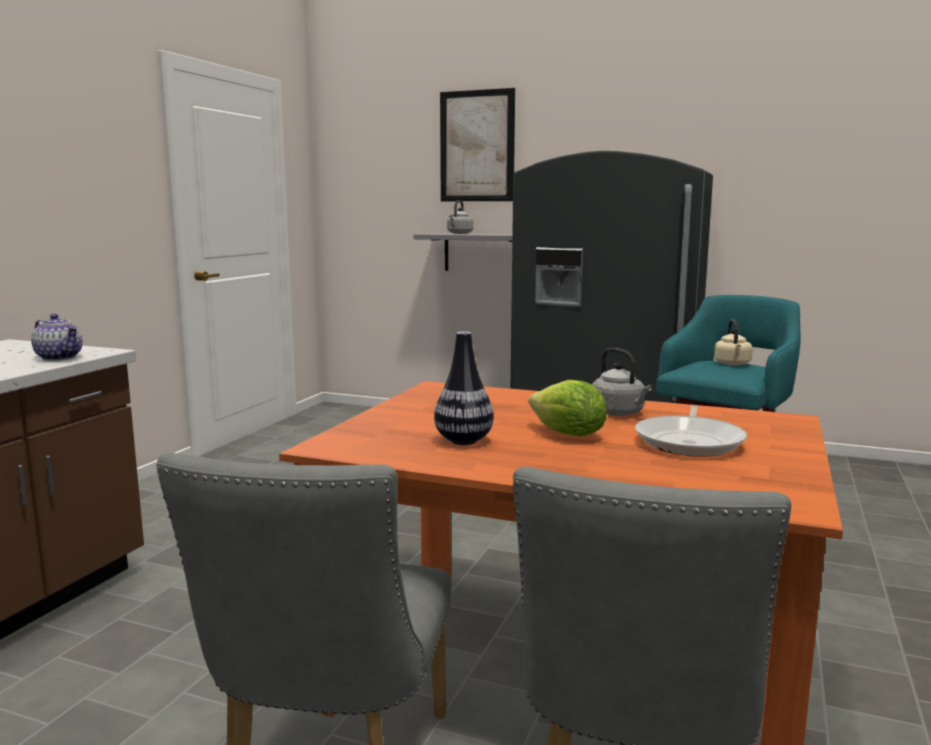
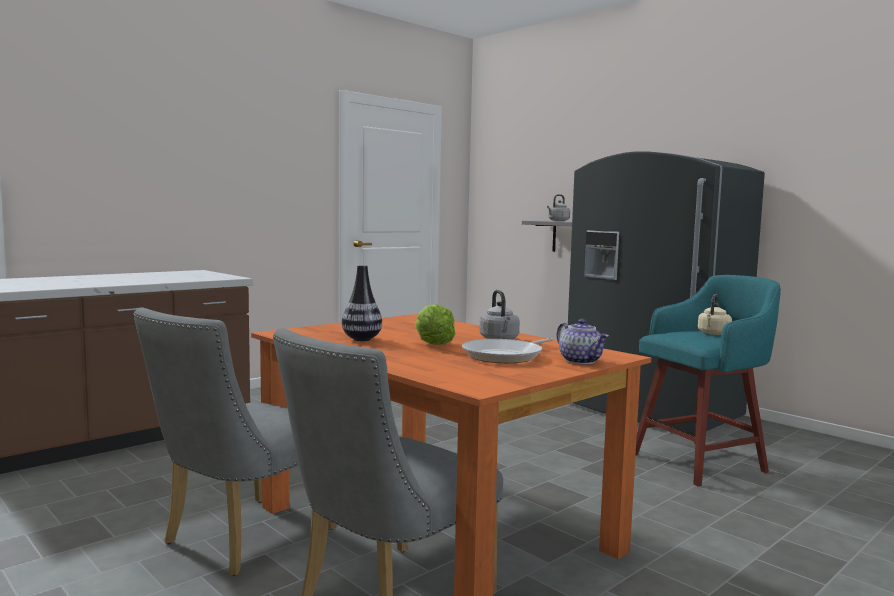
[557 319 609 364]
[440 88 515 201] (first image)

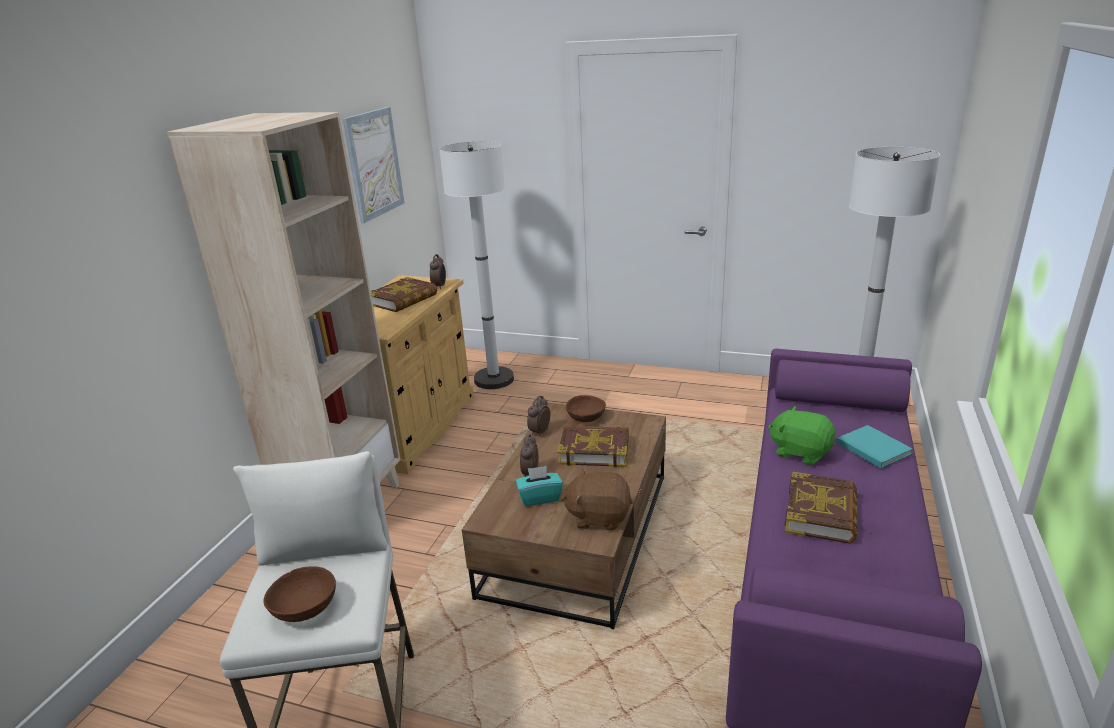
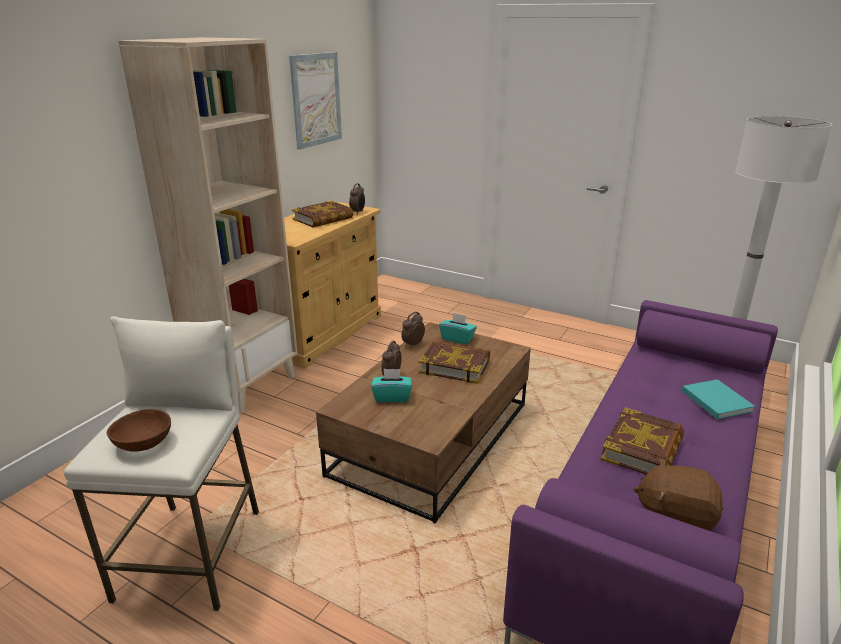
[439 313 477 344]
[634 458 723 531]
[439 141 514 389] (first image)
[768 406 835 465] (first image)

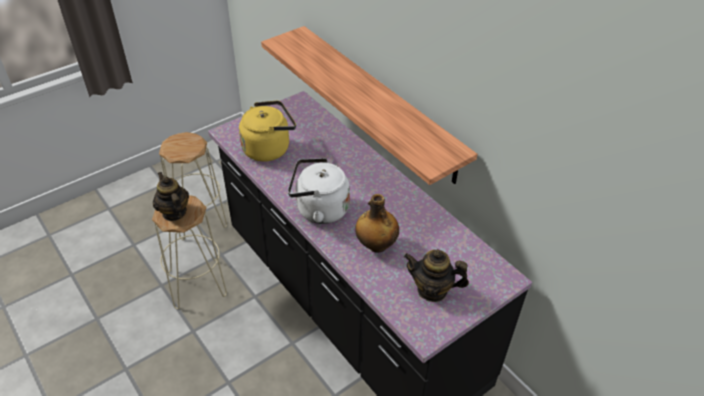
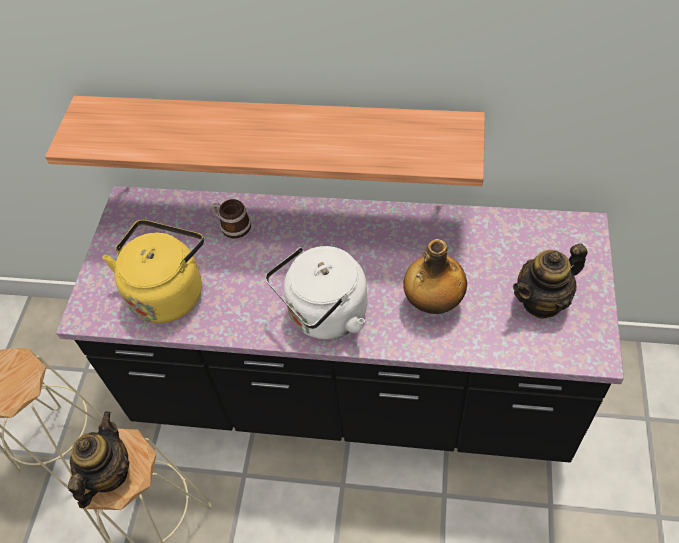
[68 411 129 508]
[212 199 251 238]

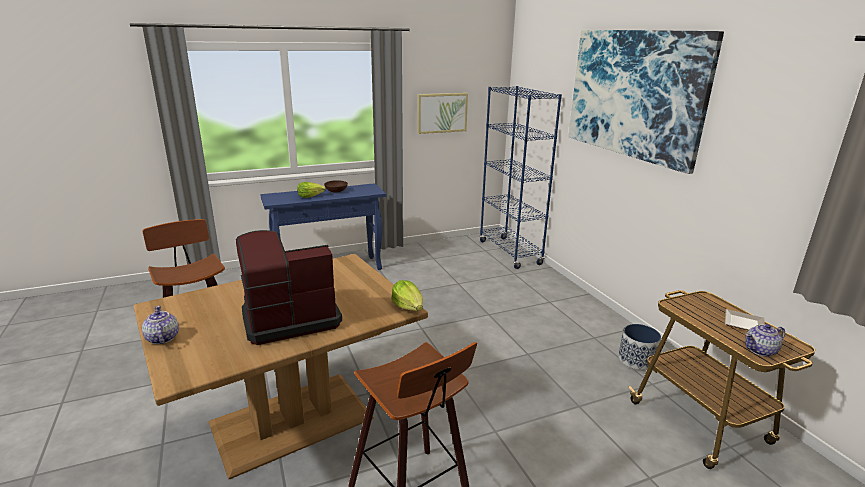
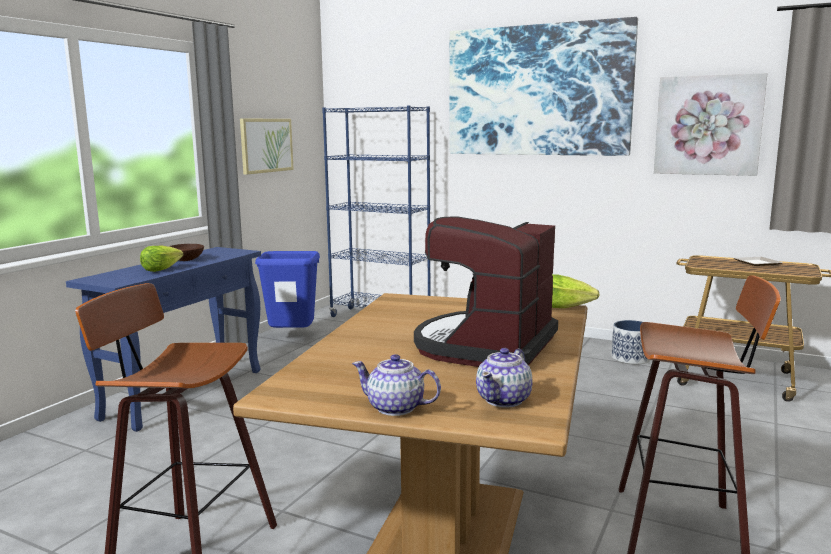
[255 251 320 328]
[476 348 533 408]
[654 73 767 176]

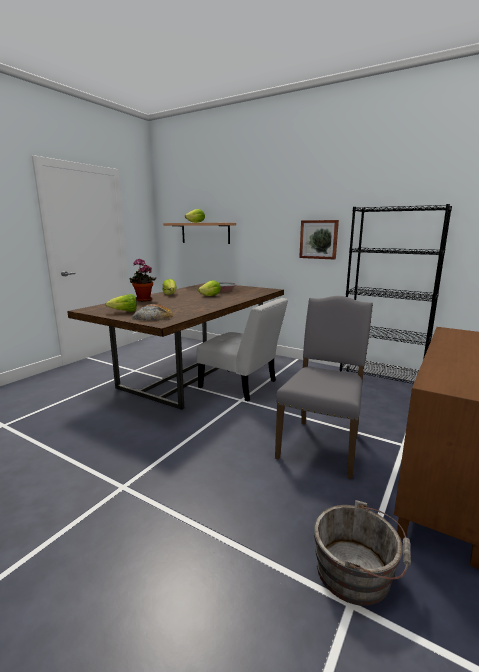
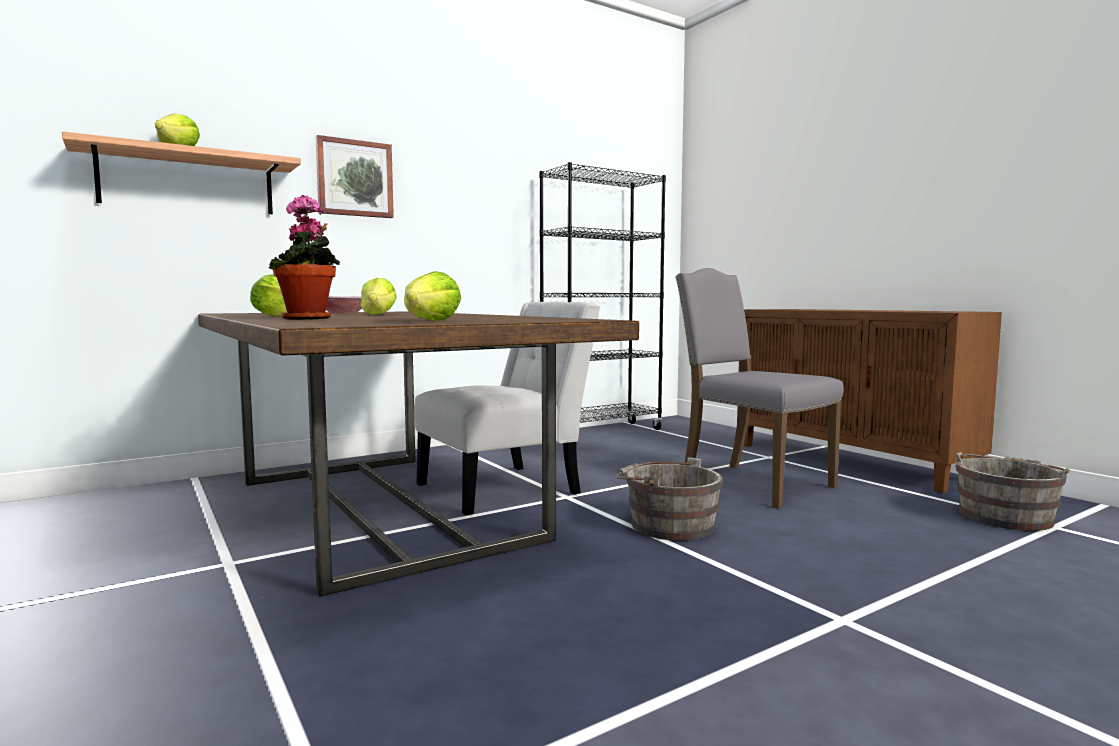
[315 135 394 218]
[616 457 723 541]
[131 304 174 321] (first image)

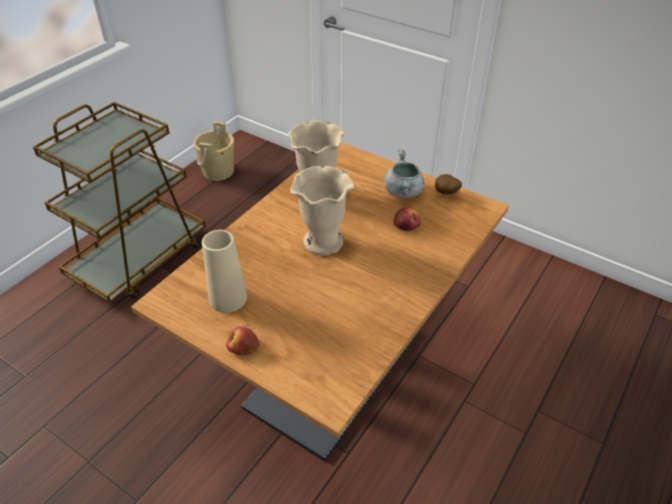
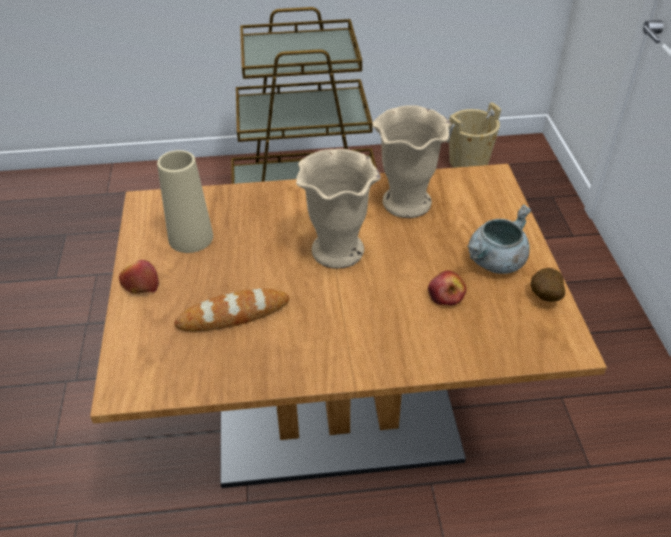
[174 288 289 332]

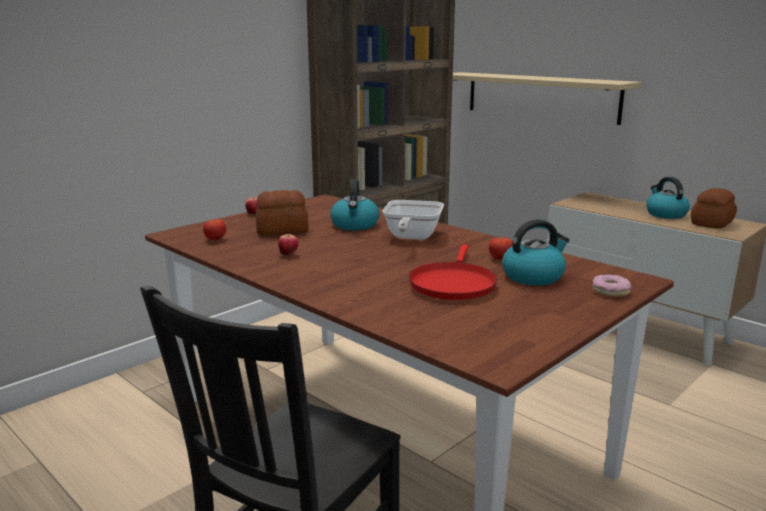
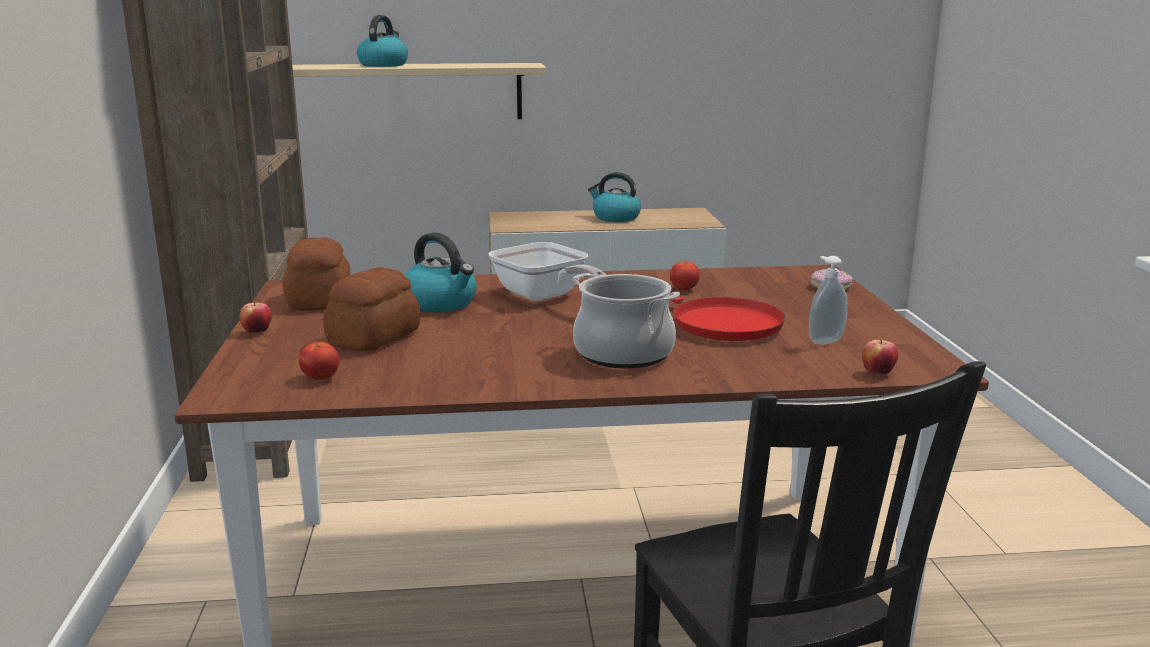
[283 237 351 311]
[357 15 408 67]
[573 273 680 368]
[809 256 848 345]
[862 340 898 374]

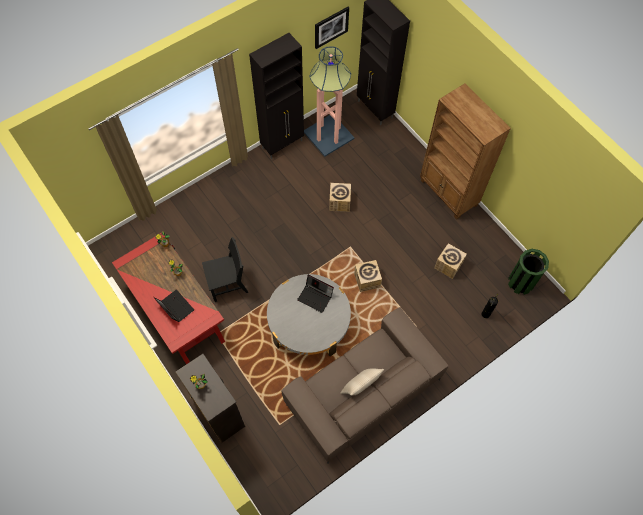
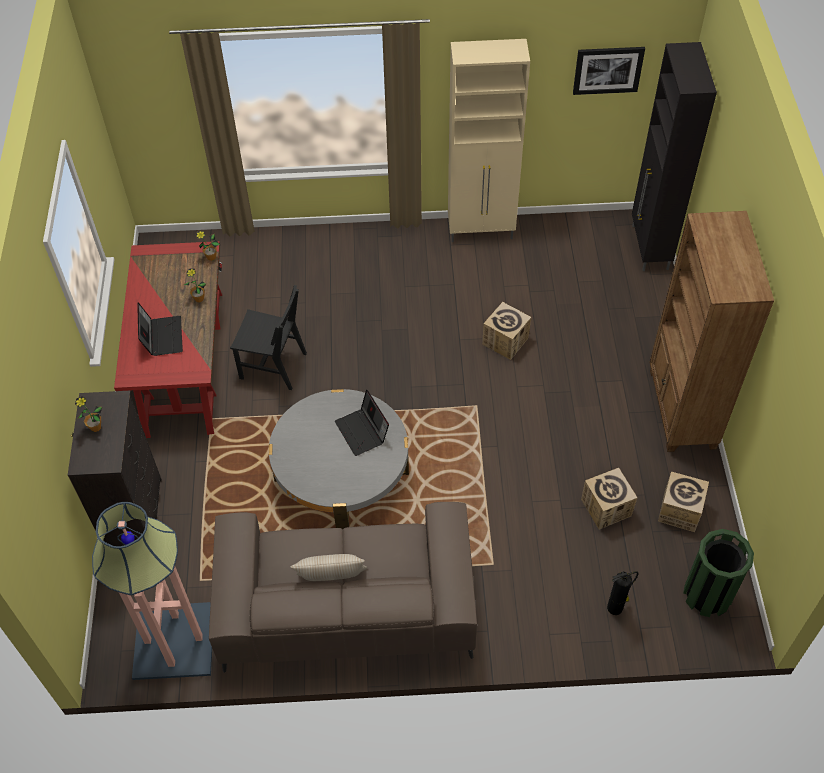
[92 502 212 680]
[448 39 530 242]
[658 472 709 532]

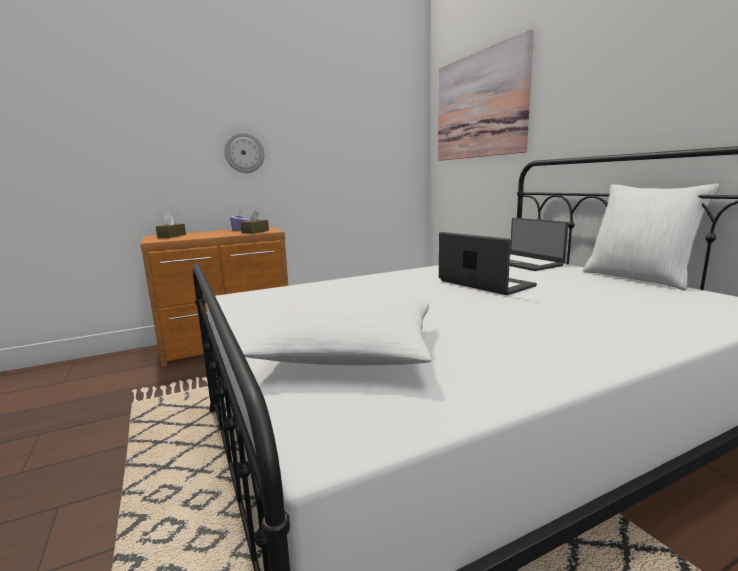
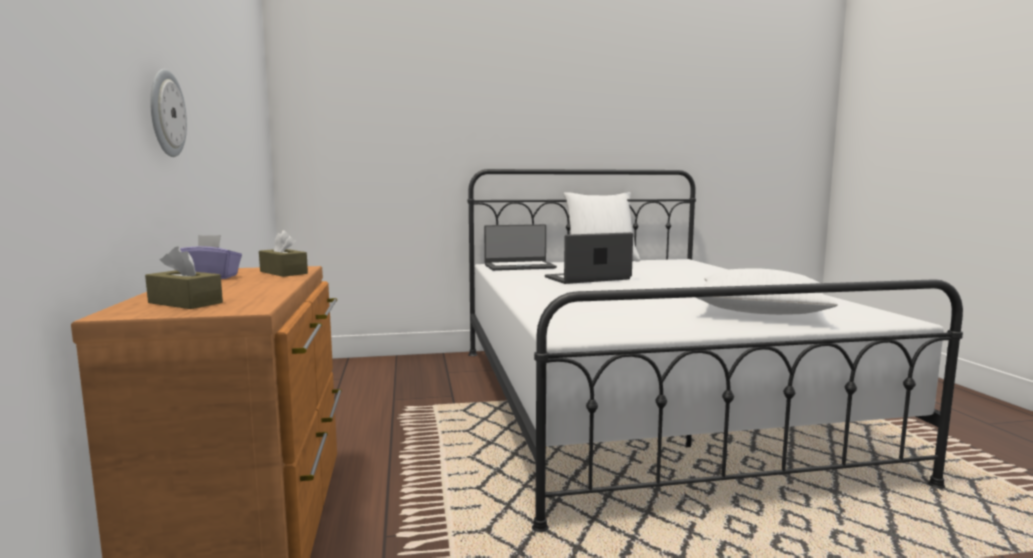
[438 29 534 161] (first image)

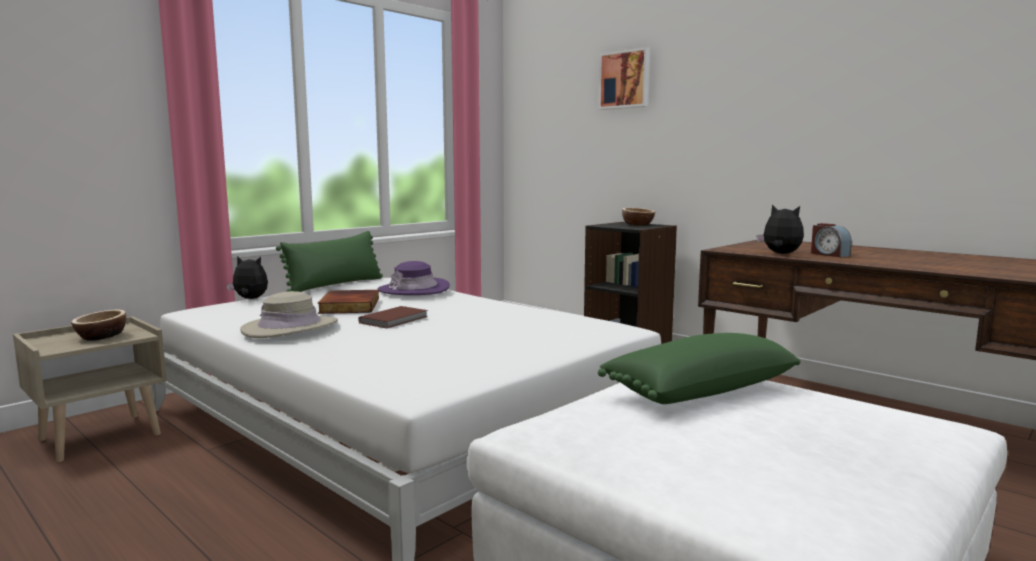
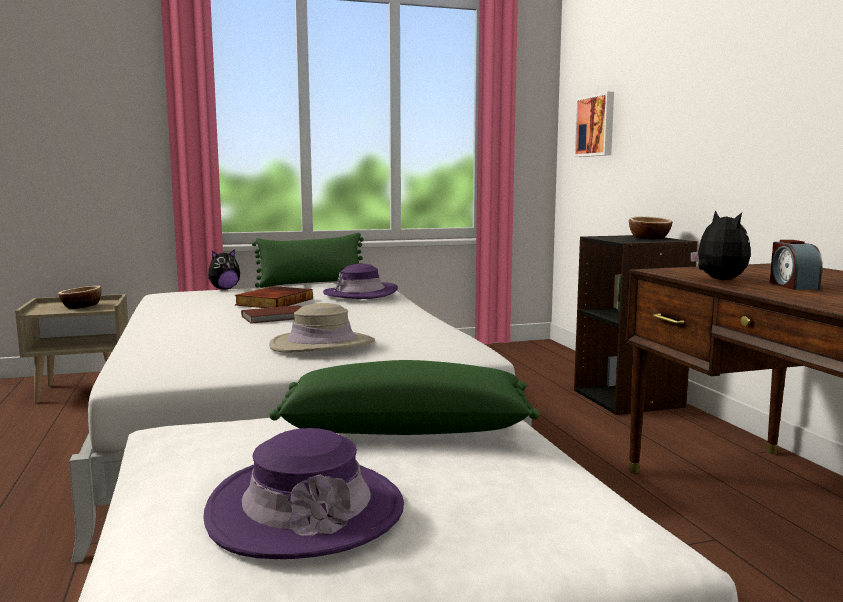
[203 428 404 559]
[208 249 240 290]
[269 303 375 353]
[574 92 614 157]

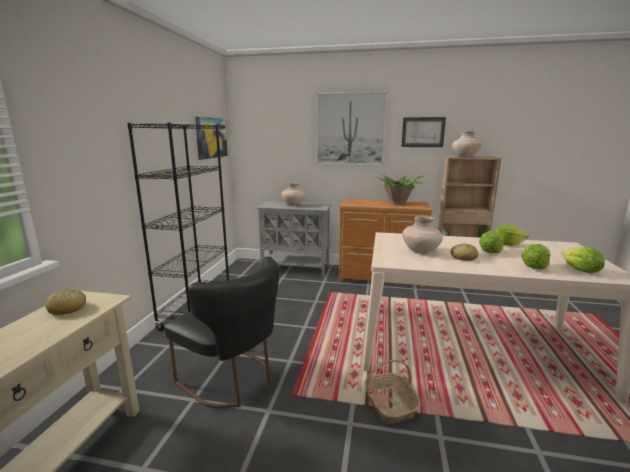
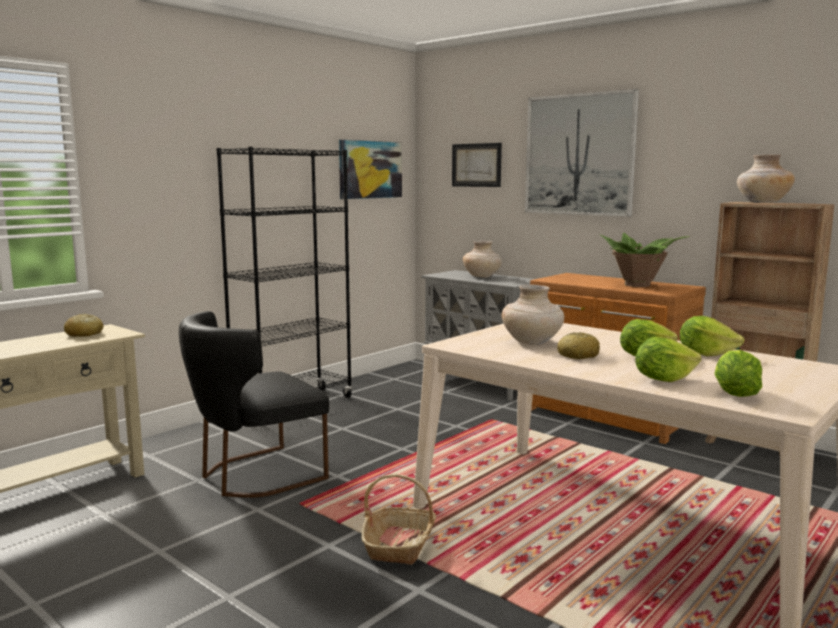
[179 311 329 498]
[452 143 502 187]

